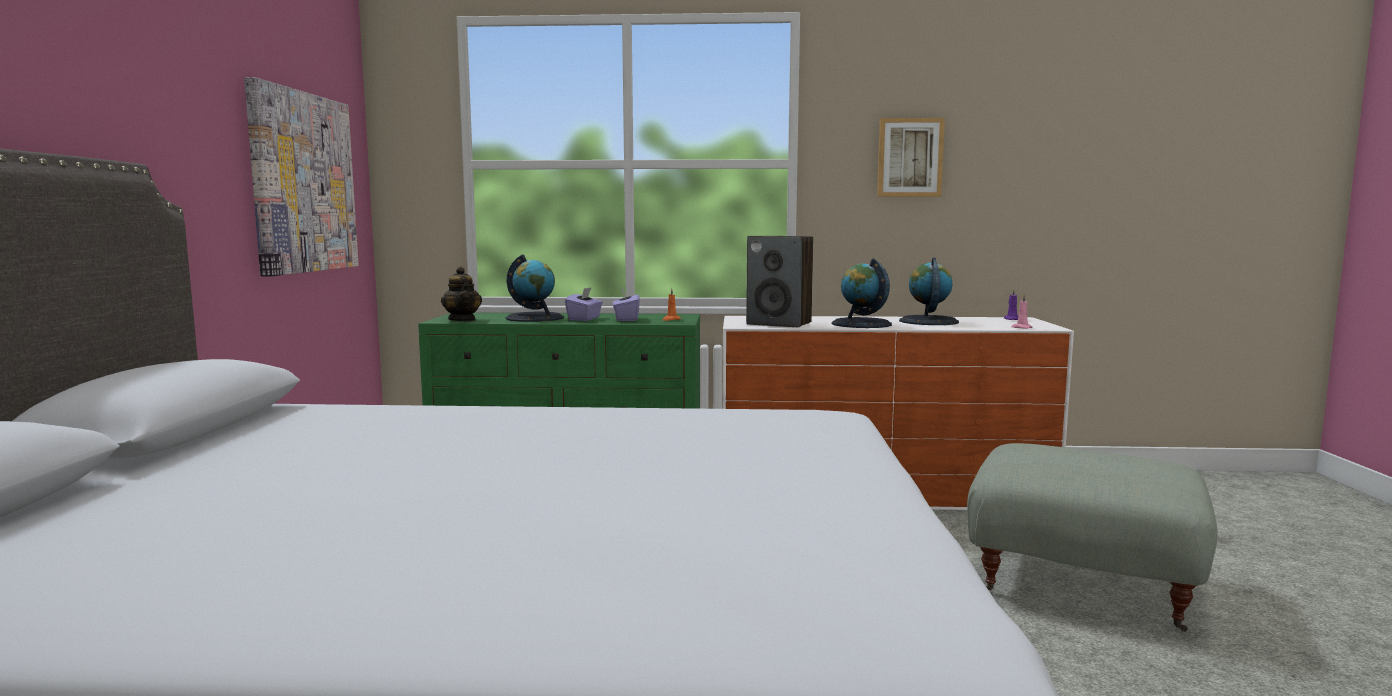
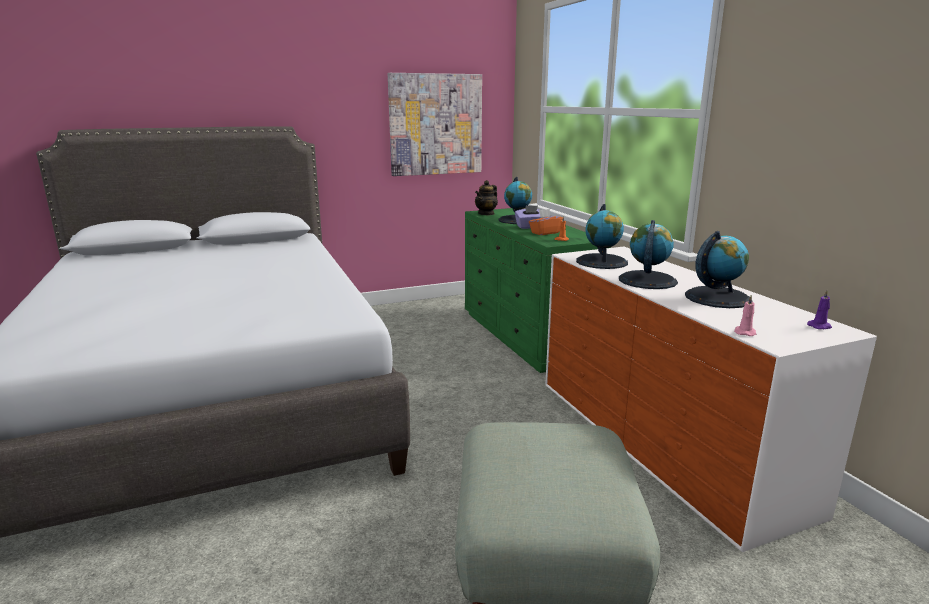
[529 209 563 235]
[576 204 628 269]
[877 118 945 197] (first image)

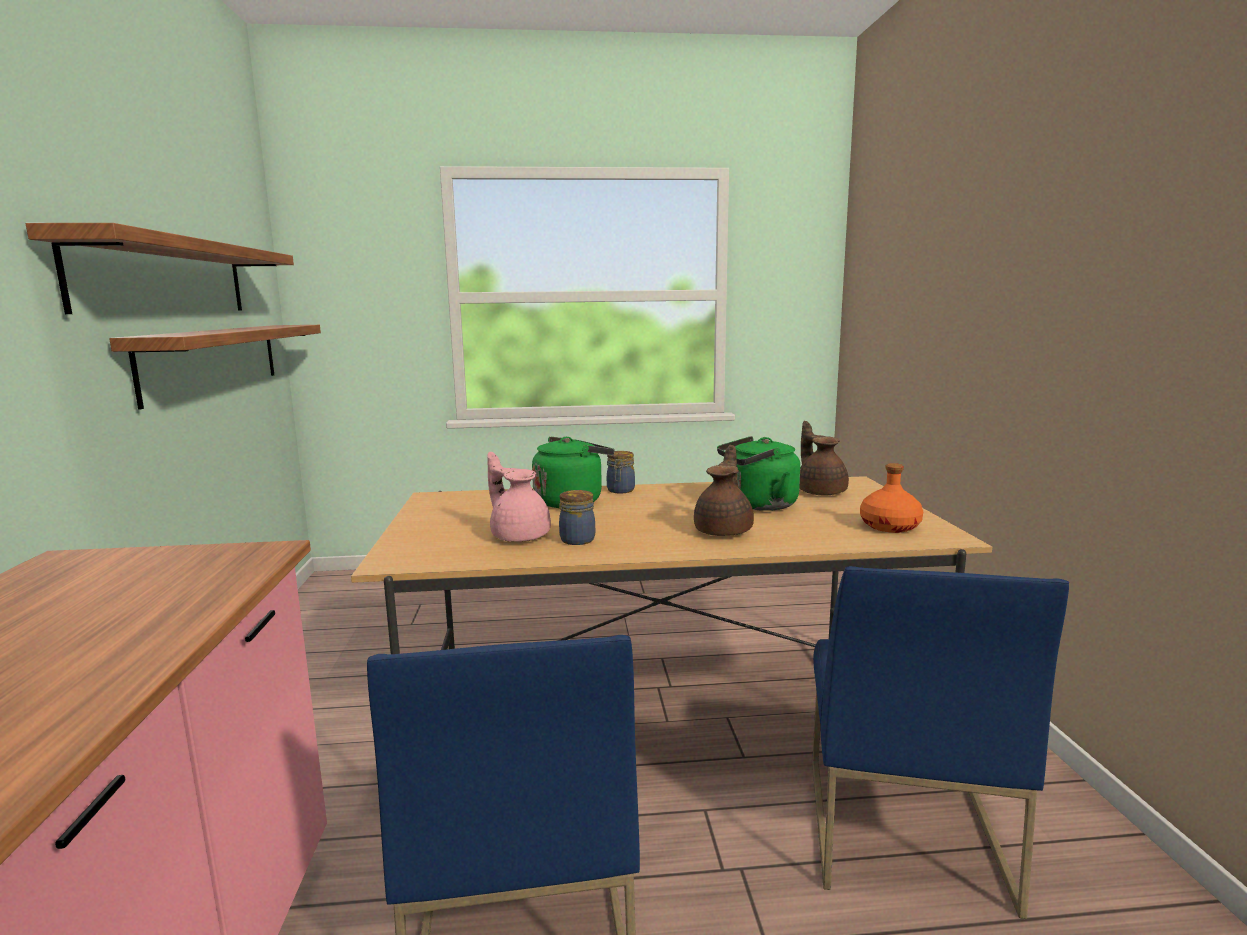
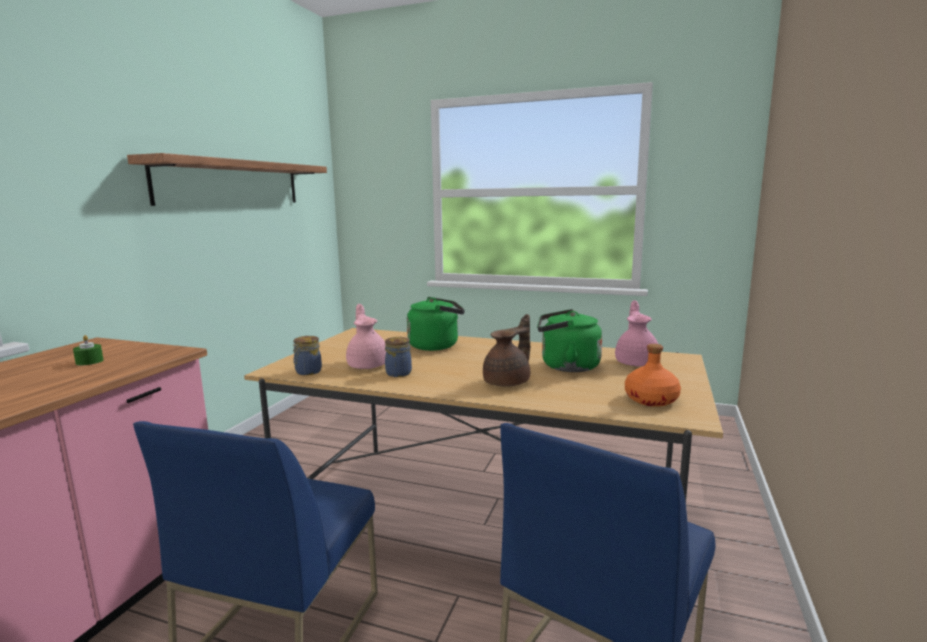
[73 335 104 365]
[293 336 322 375]
[615 300 658 366]
[109 325 321 410] (first image)

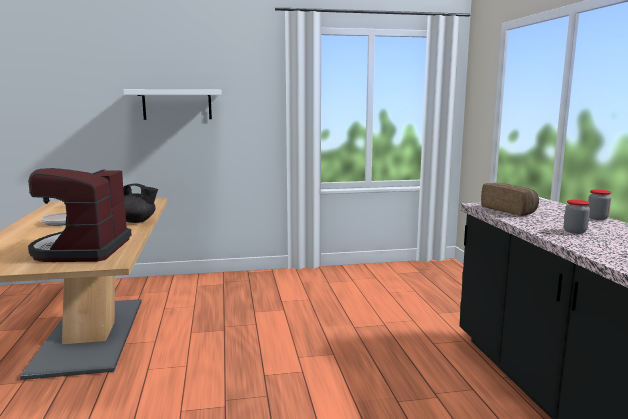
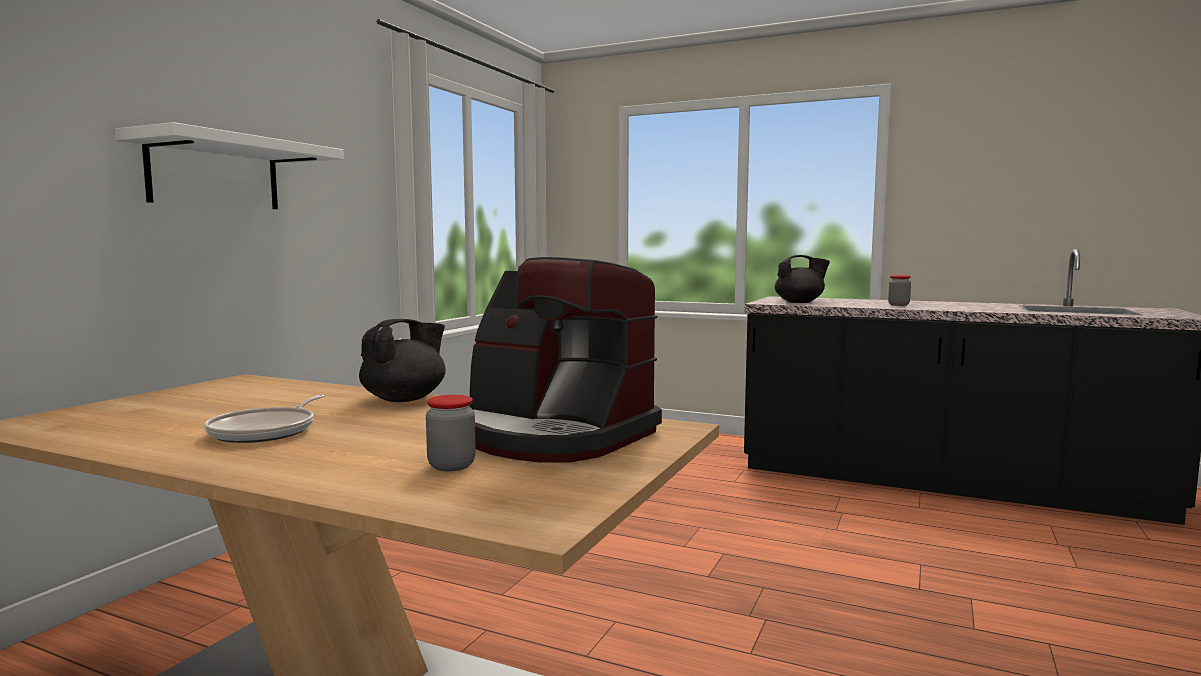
[426 395 476 471]
[775 255 830 303]

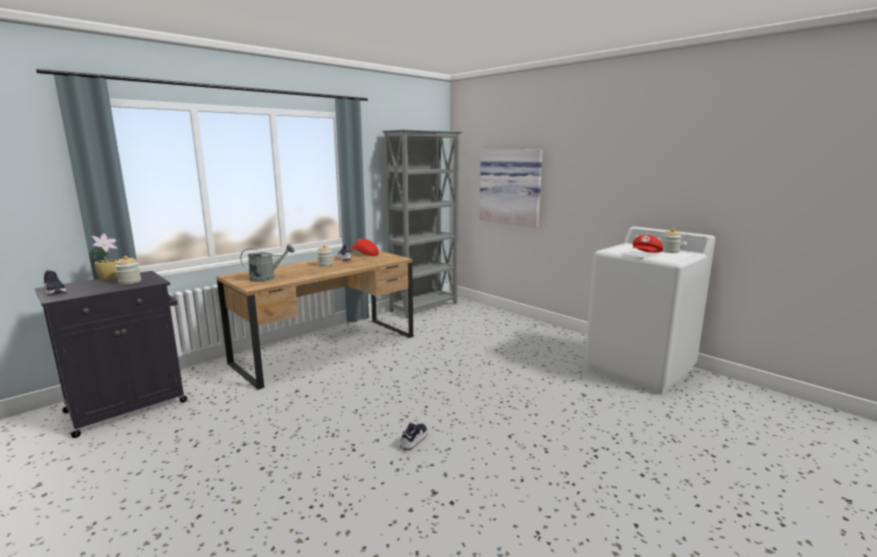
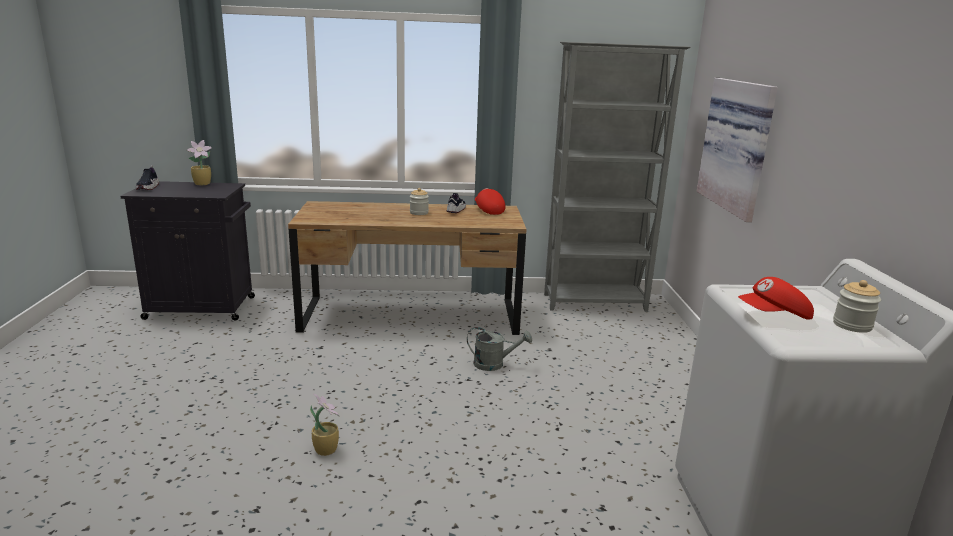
[310 394 340 456]
[467 327 532 371]
[115 256 141 284] (first image)

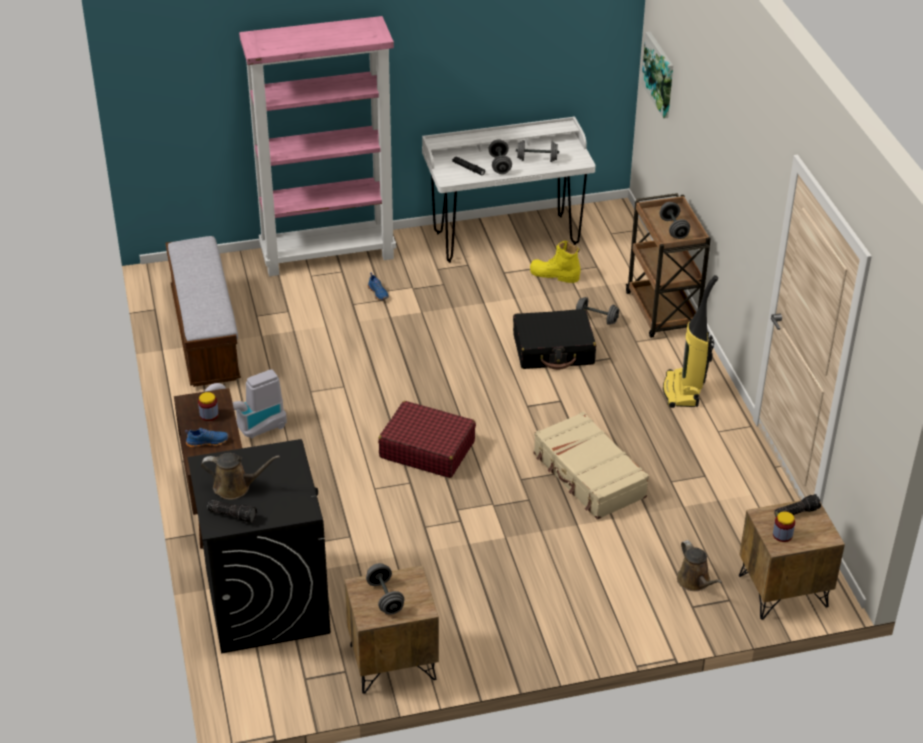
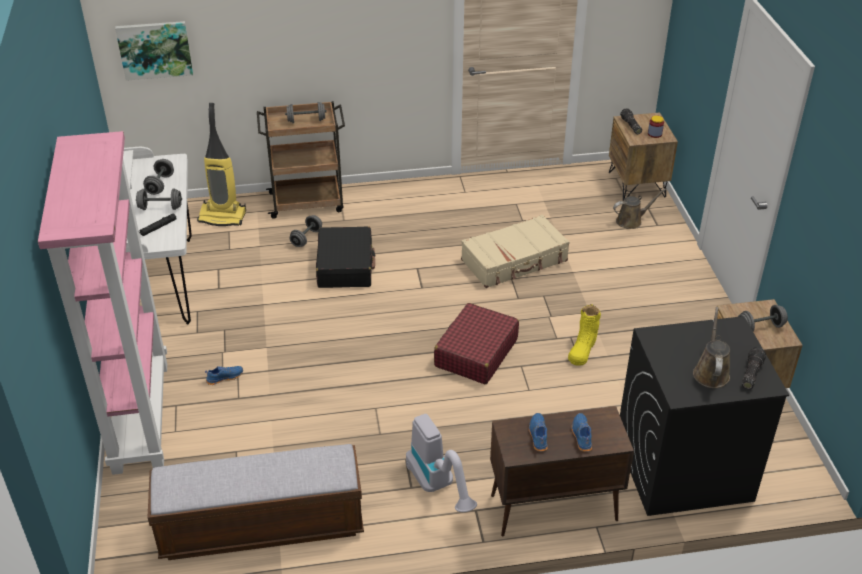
[197 103 246 226]
[529 413 548 452]
[568 304 601 366]

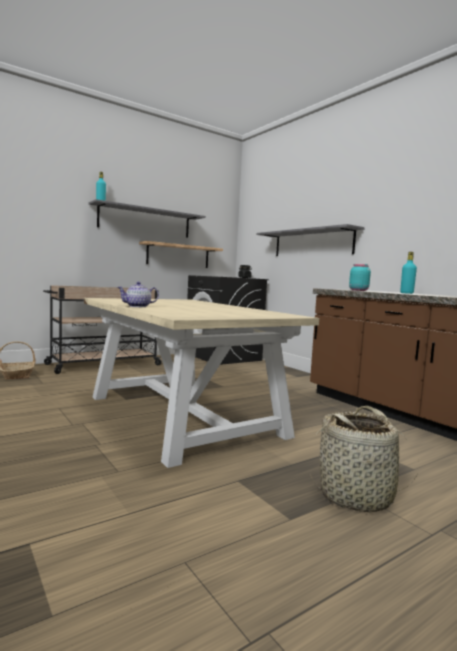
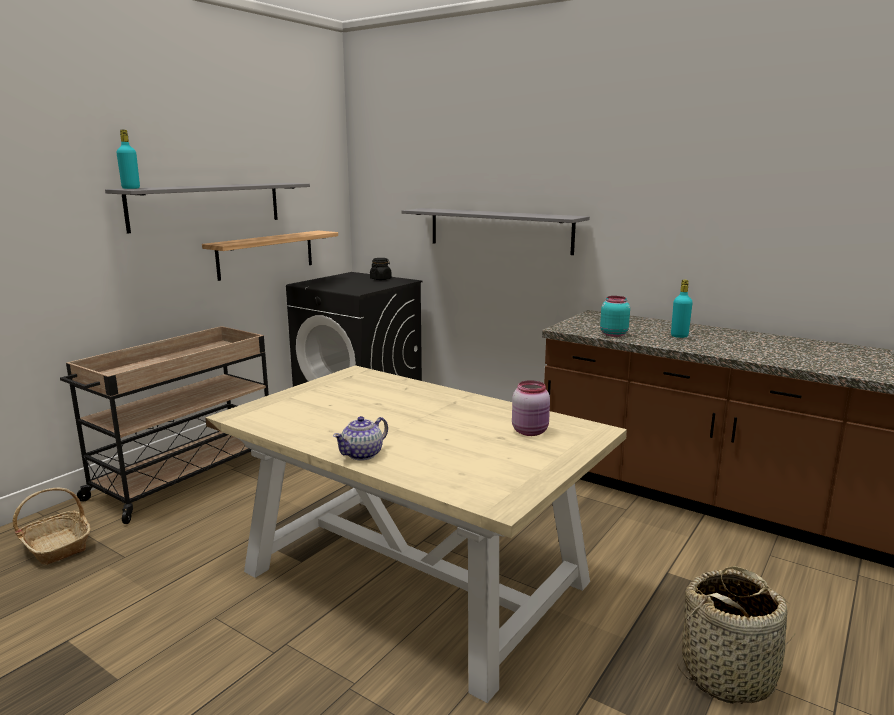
[512 380 550 436]

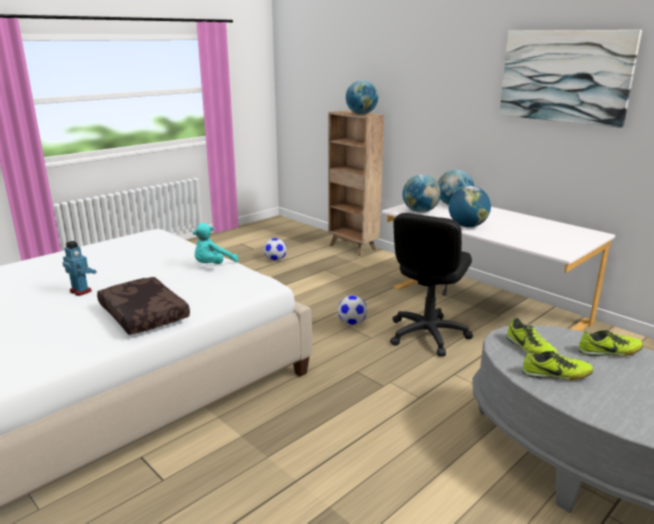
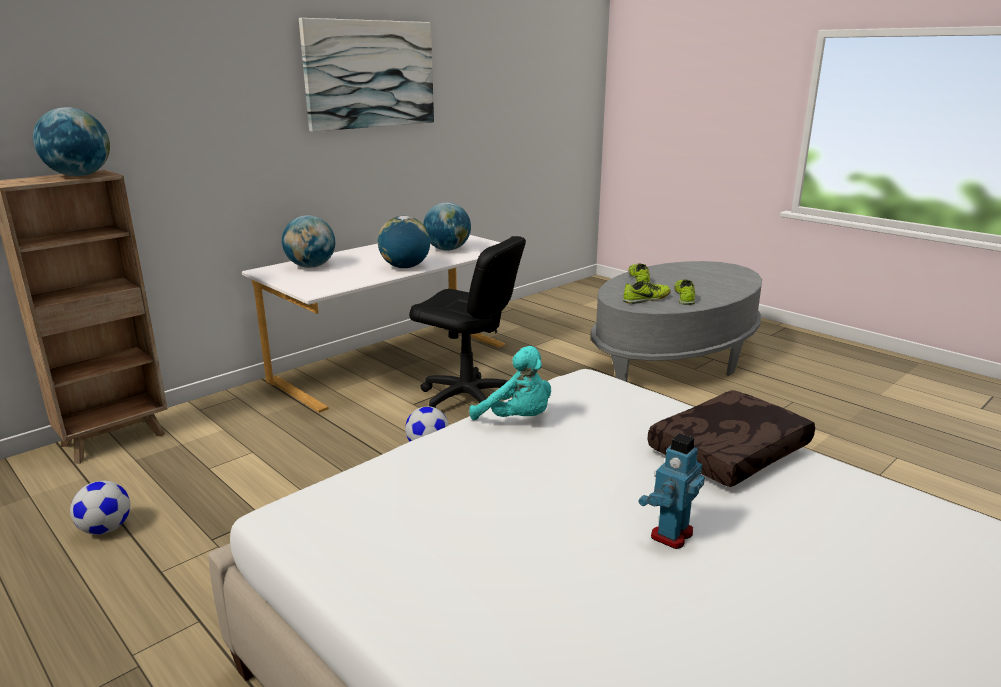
[423 202 471 251]

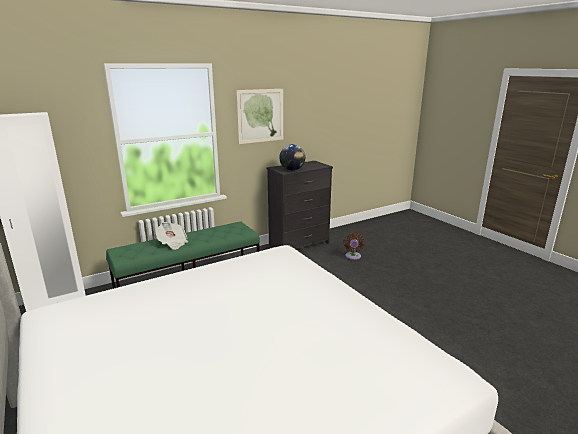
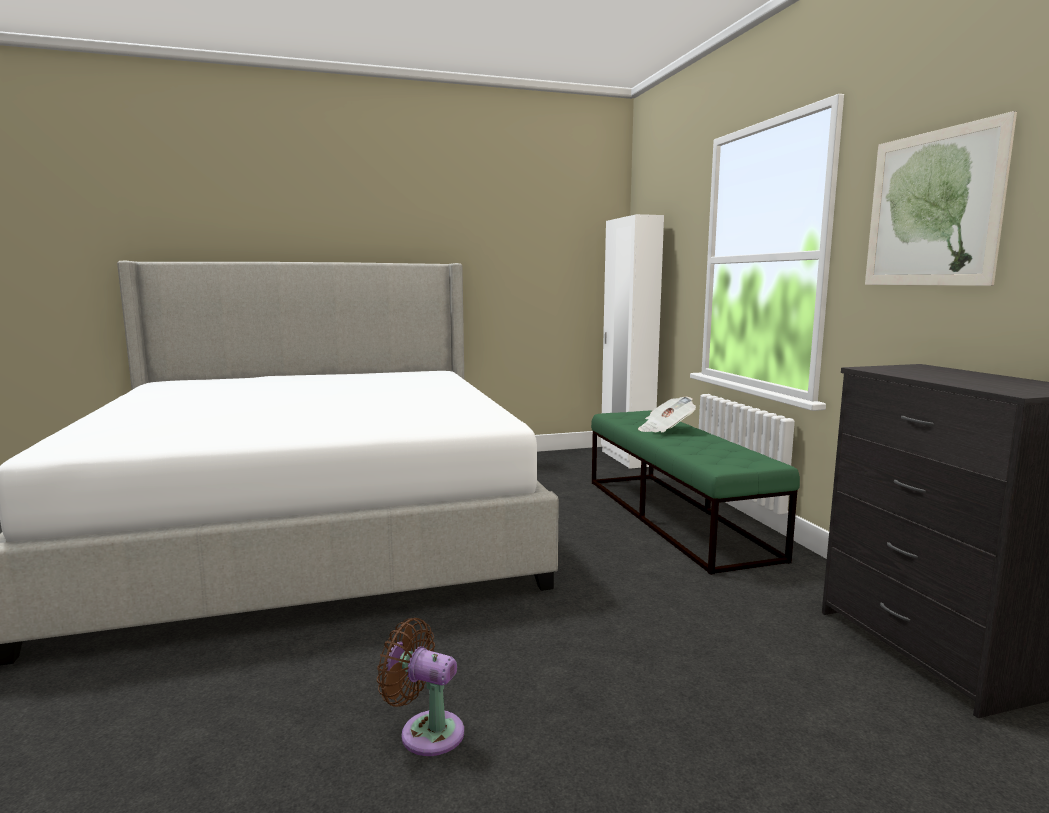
[377 618 464 756]
[279 144 305 171] (first image)

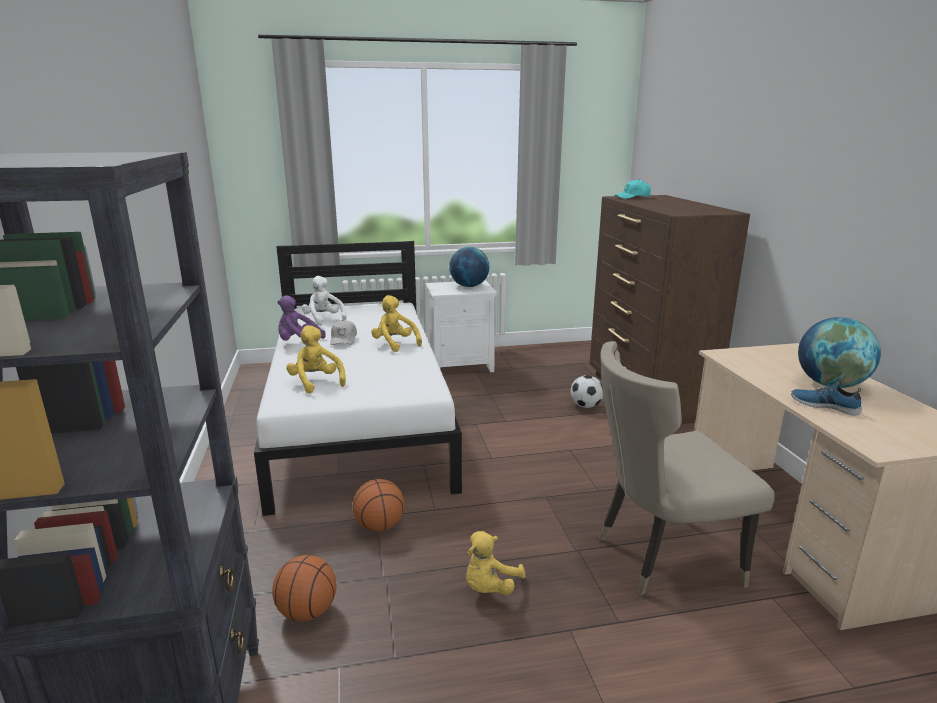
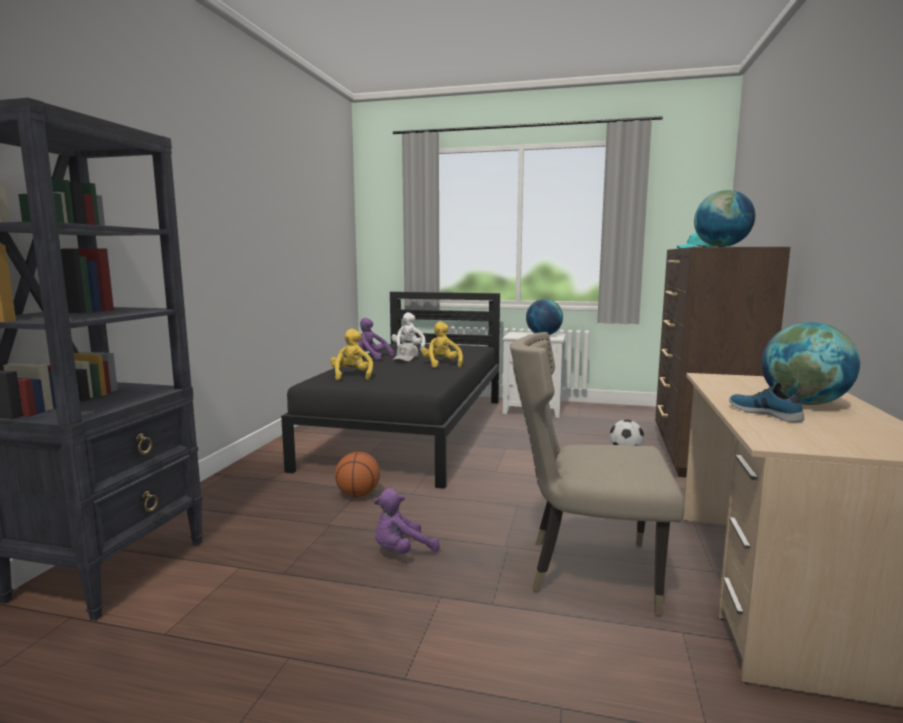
[281 292 500 489]
[374 488 440 554]
[694 190 755 247]
[272 555 337 622] (first image)

